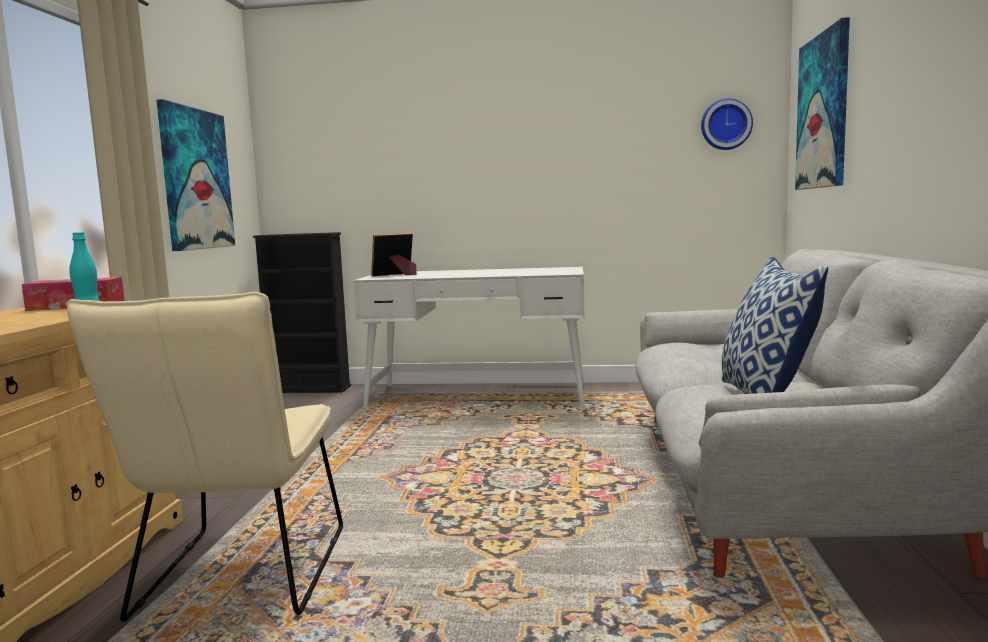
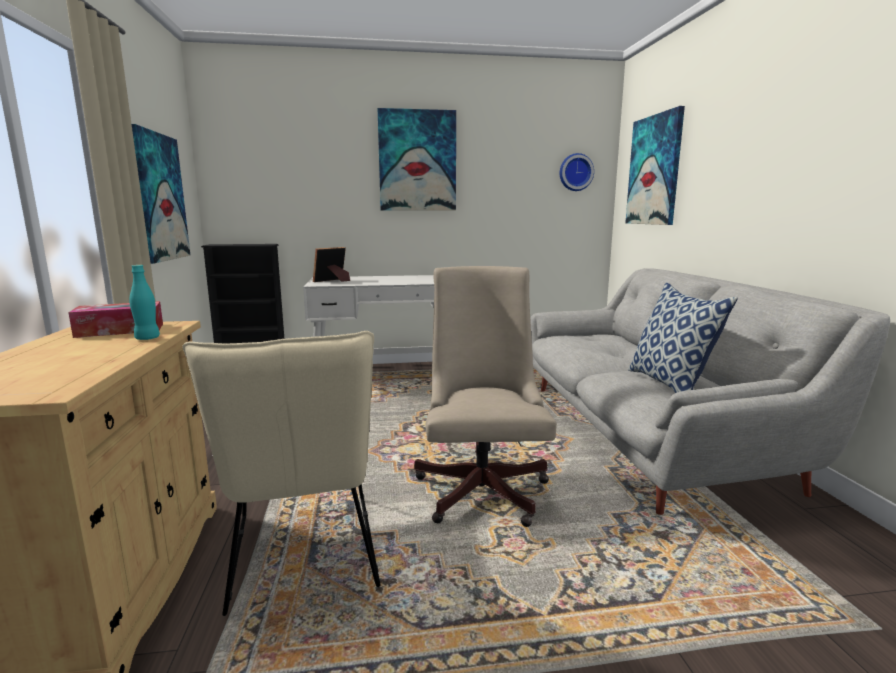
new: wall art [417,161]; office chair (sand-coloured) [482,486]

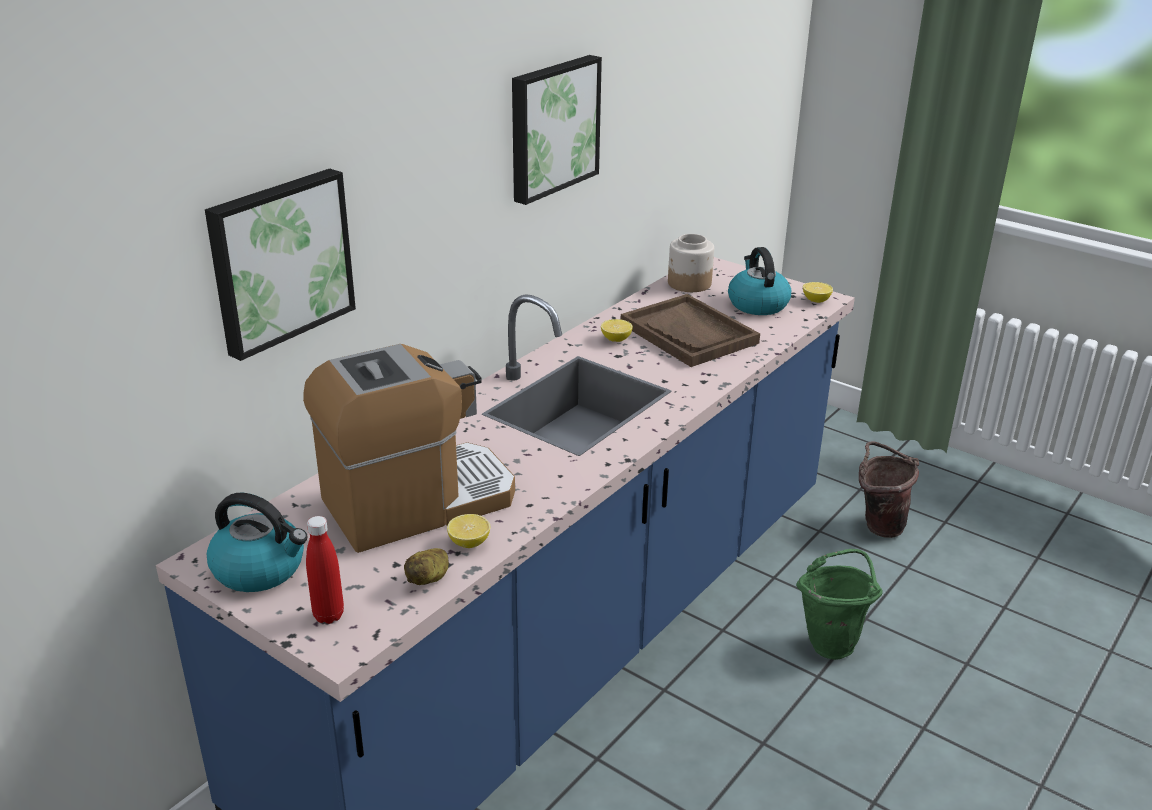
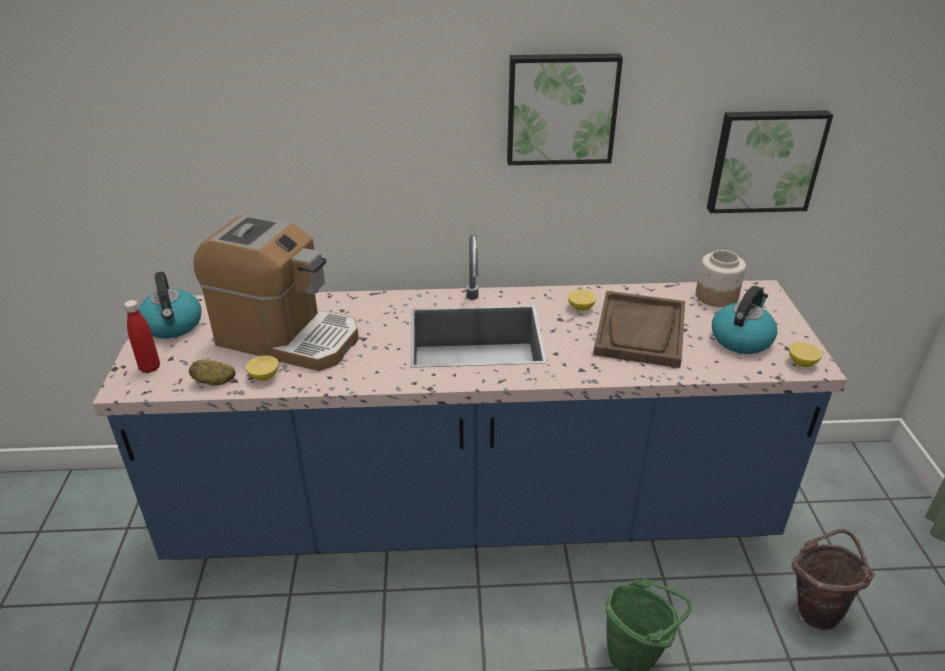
shifted: wall art [279,260] to [765,160]

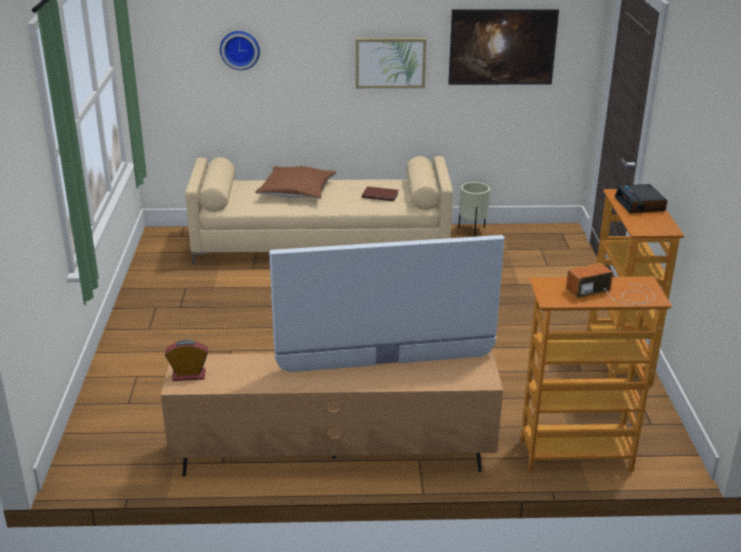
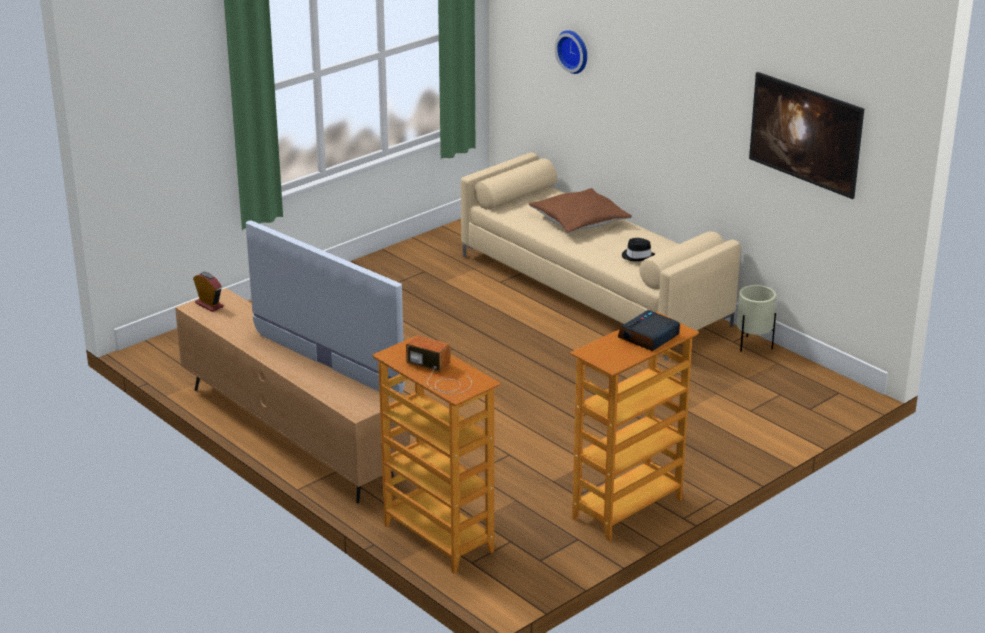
gone: wall art [390,62]
swapped: bound book (brownish) [380,195] to hat (black-coloured) [637,256]

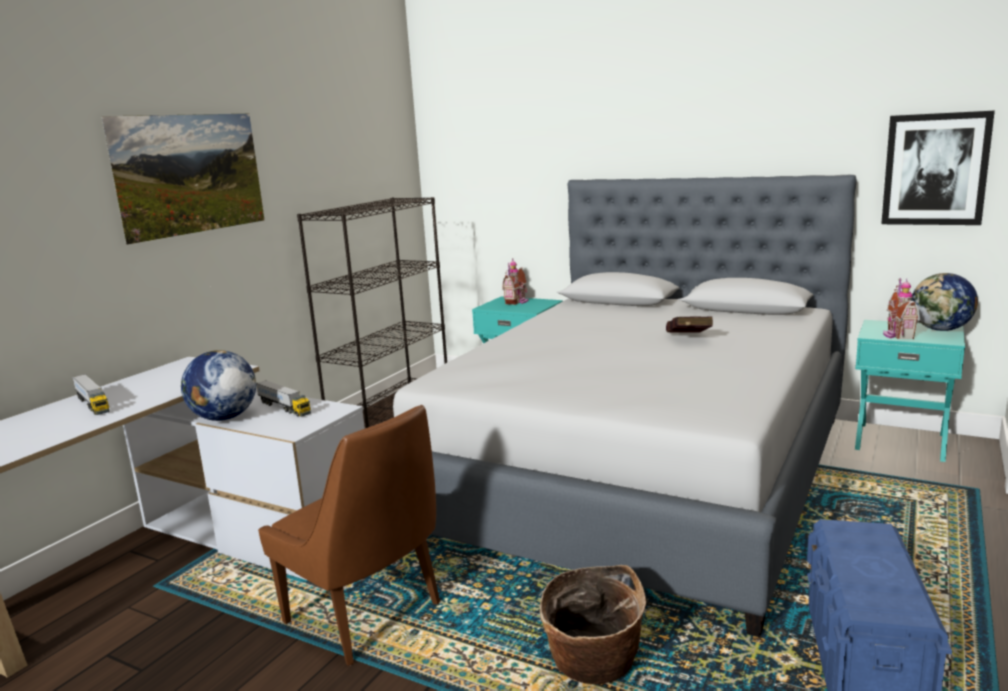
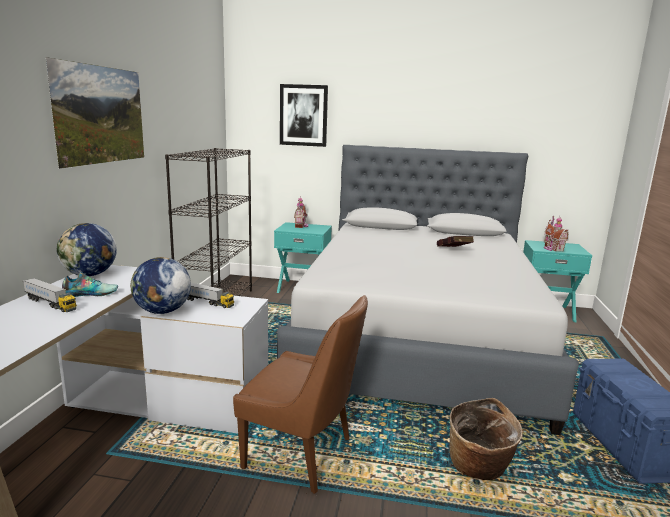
new: shoe [90,293]
shifted: wall art [935,169] to [303,115]; world globe [941,329] to [89,275]

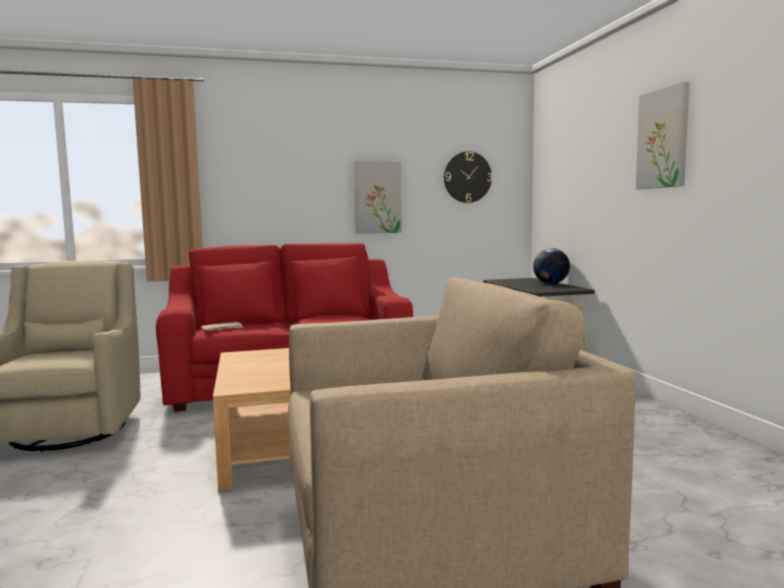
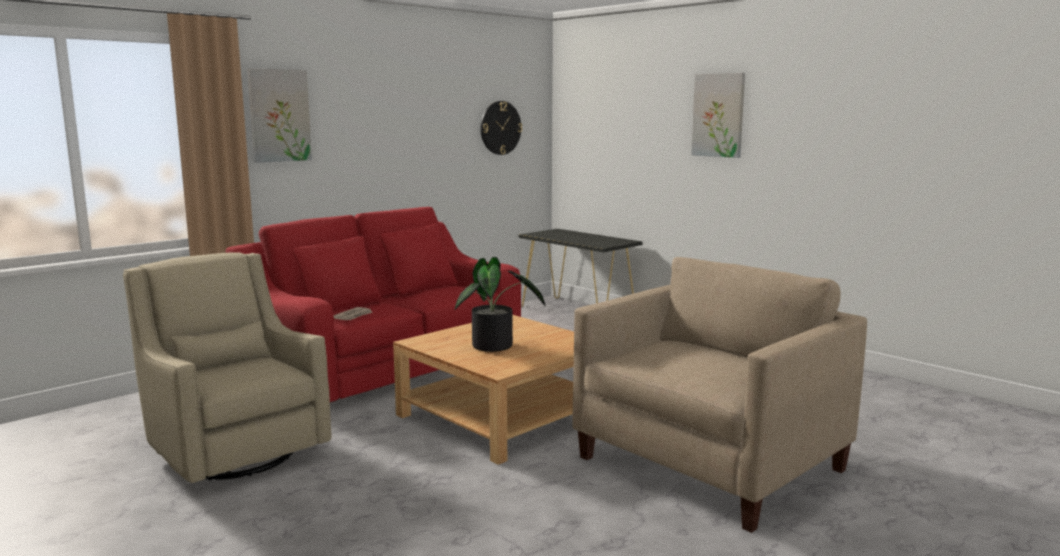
gone: world globe [550,284]
new: potted plant [497,346]
shifted: wall art [377,197] to [279,115]

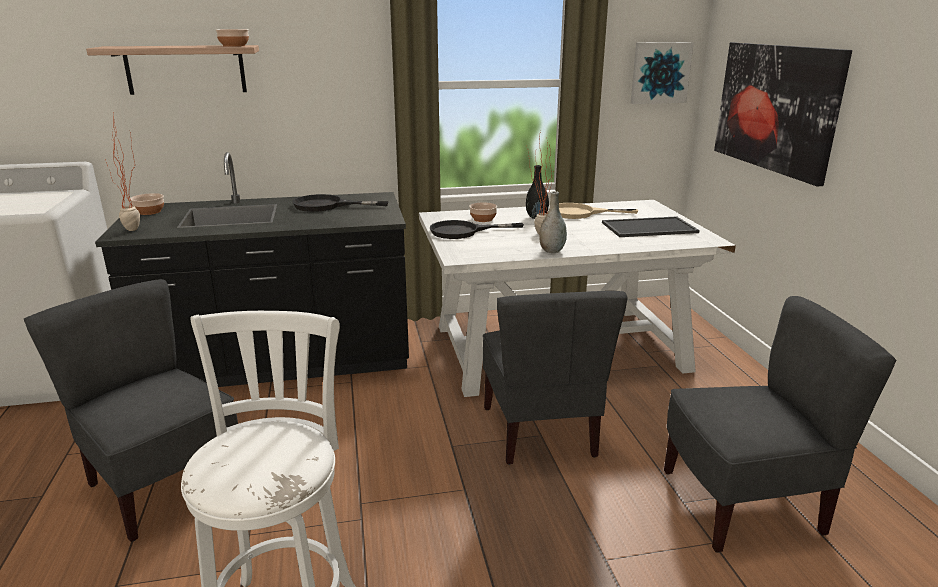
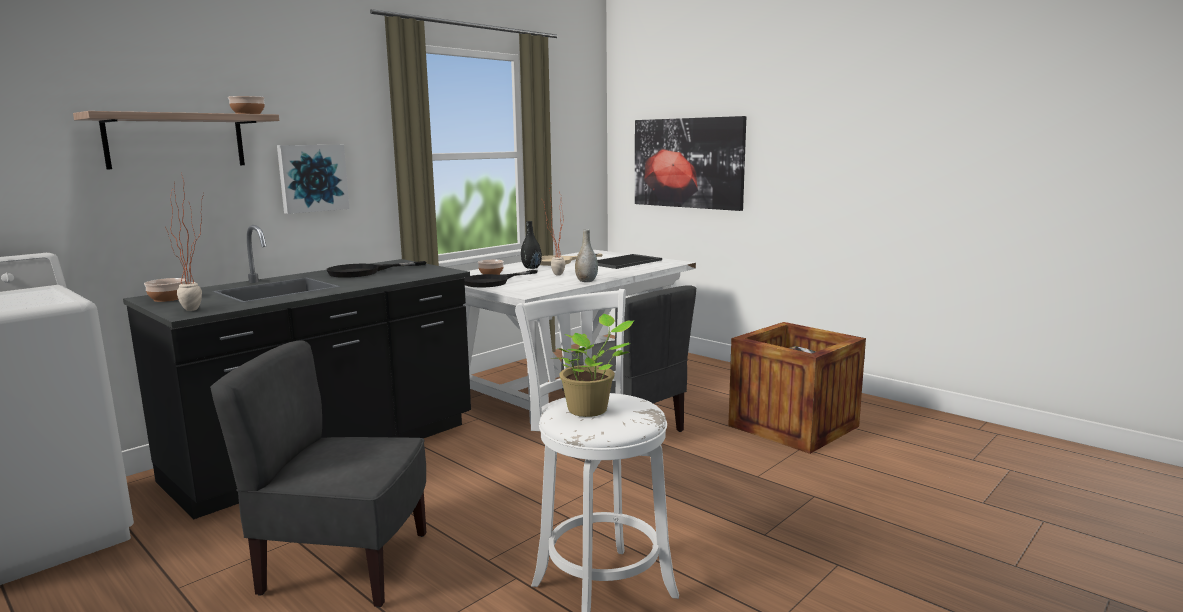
new: potted plant [591,410]
shifted: wall art [660,73] to [312,178]
swapped: chair (gray) [743,504] to shipping crate [793,426]

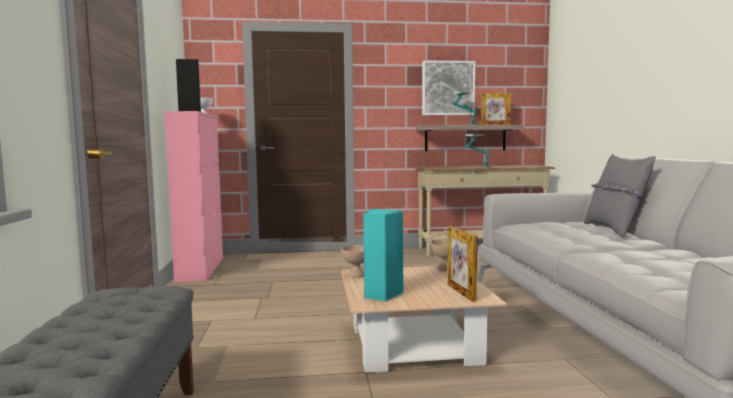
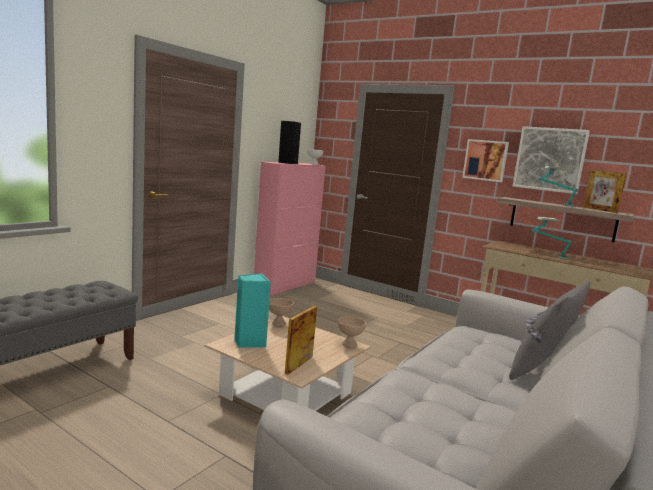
new: wall art [485,160]

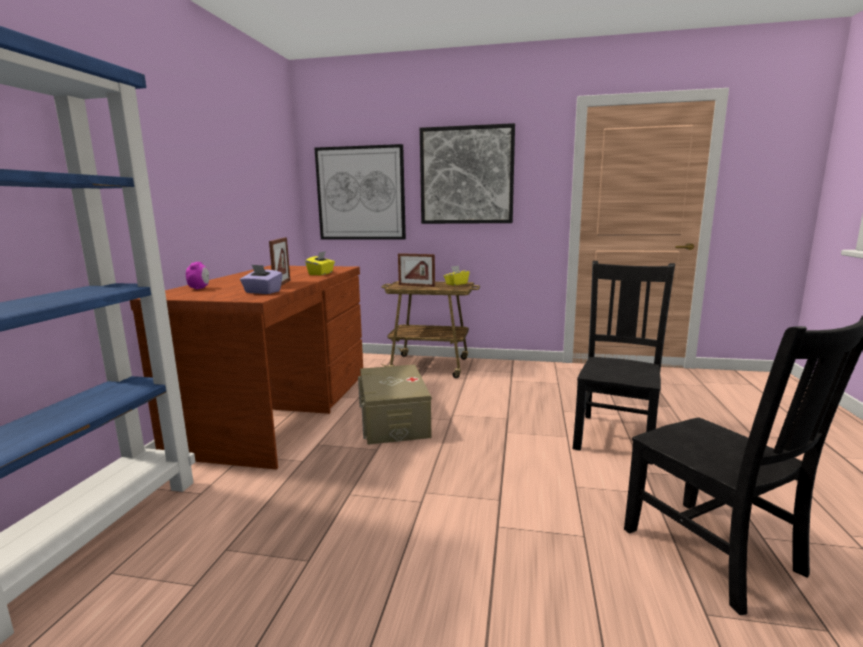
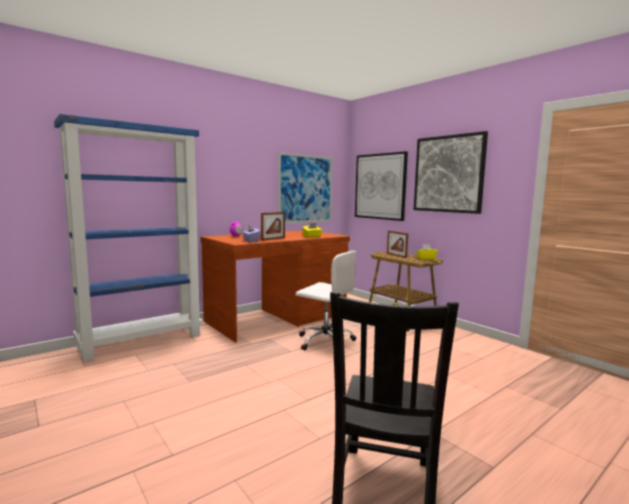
gone: chair (black-coloured) [616,435]
new: wall art [305,189]
swapped: storage box (sand-coloured) [394,420] to office chair (white-coloured) [324,341]

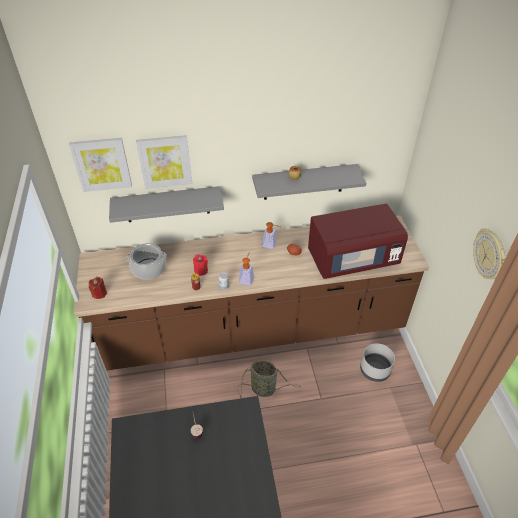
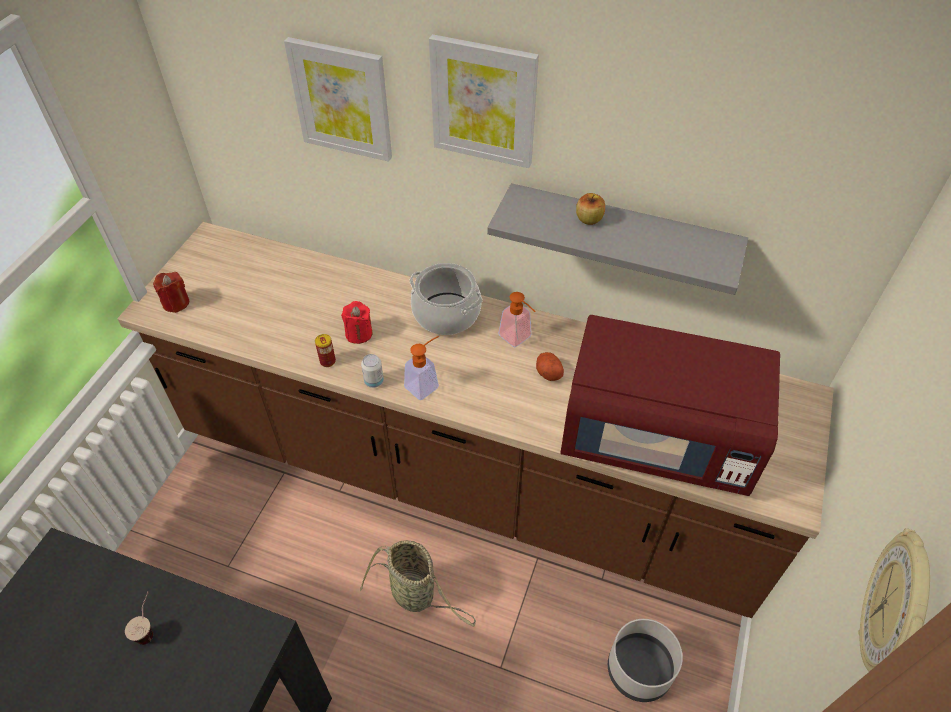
gone: wall shelf (gray) [167,204]
shifted: wall art [102,164] to [484,101]; stockpot [148,269] to [446,314]

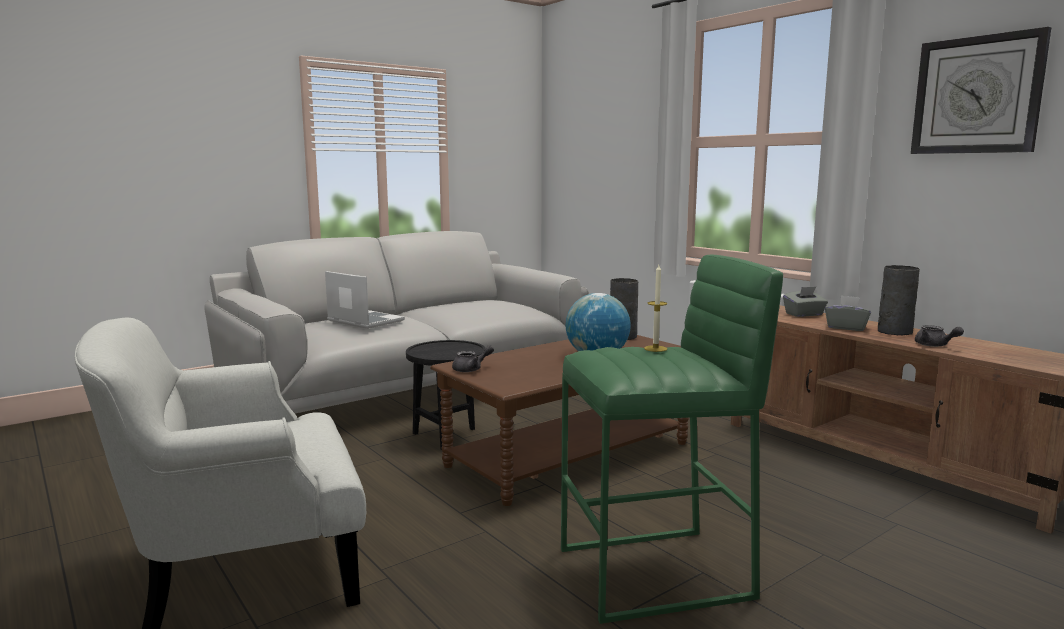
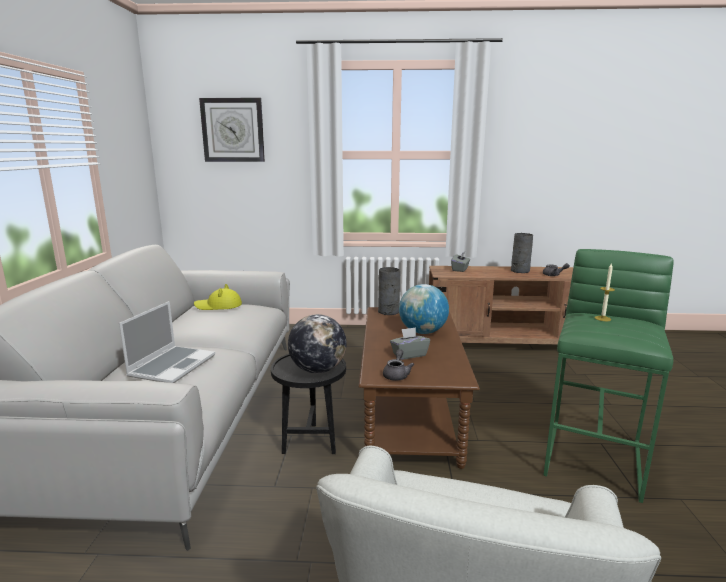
new: hat (yellowish) [218,306]; world globe [317,370]
shifted: clock on the wall [977,95] to [233,130]; tissue box (gray) [846,327] to [409,354]
rotated: laptop [364,321] = [172,365] 120 degrees clockwise

